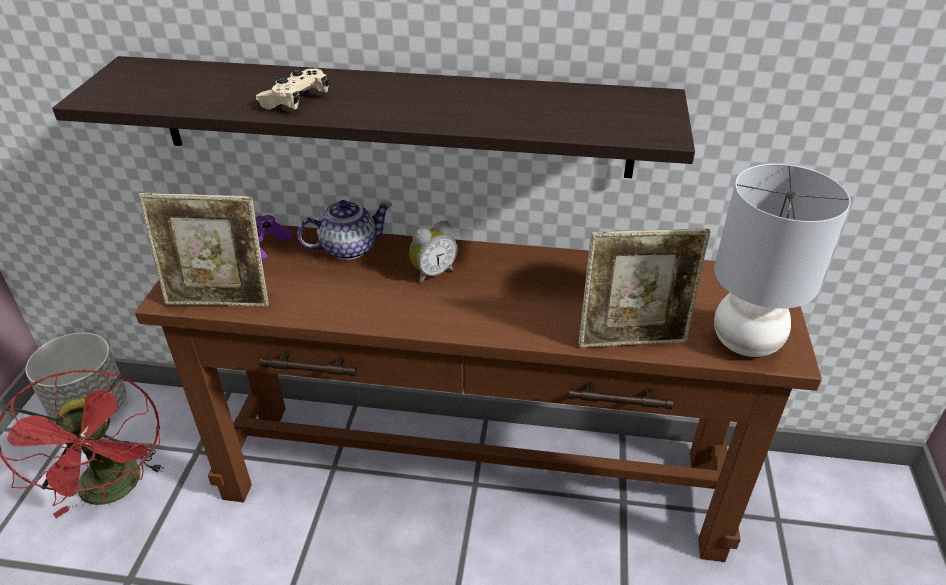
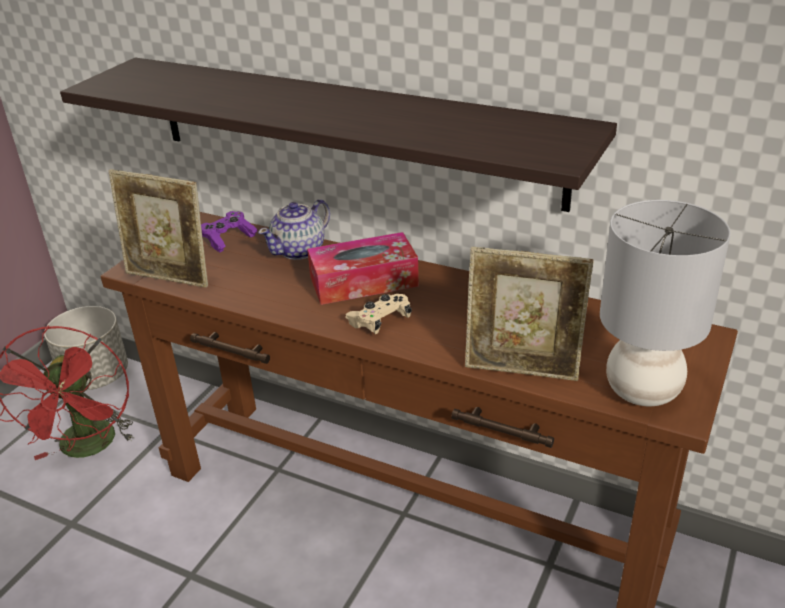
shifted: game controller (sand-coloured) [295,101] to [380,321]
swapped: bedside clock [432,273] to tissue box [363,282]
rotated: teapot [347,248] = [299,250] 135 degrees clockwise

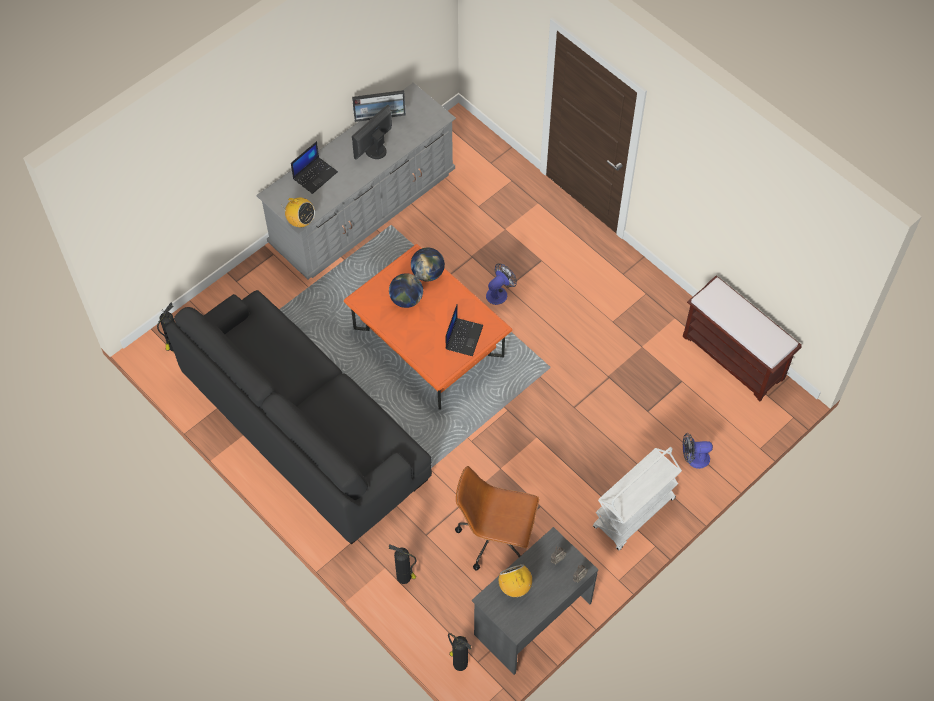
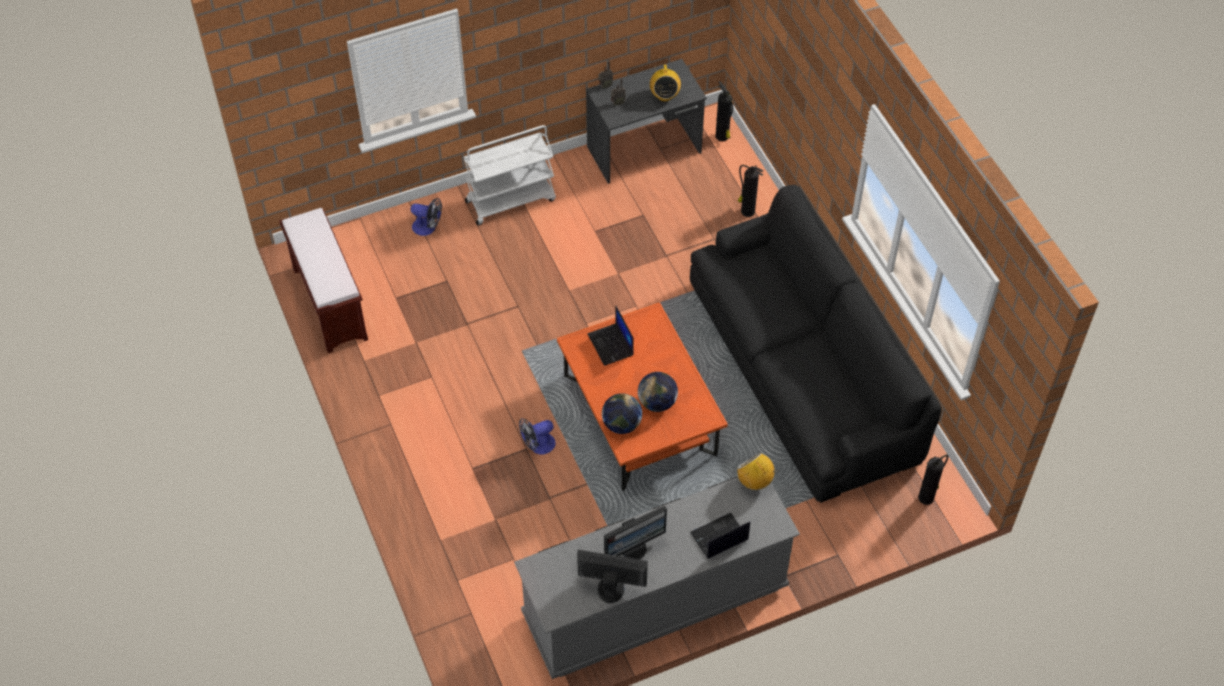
gone: office chair (brownish) [495,538]
rotated: laptop [463,336] = [611,345] 60 degrees counterclockwise

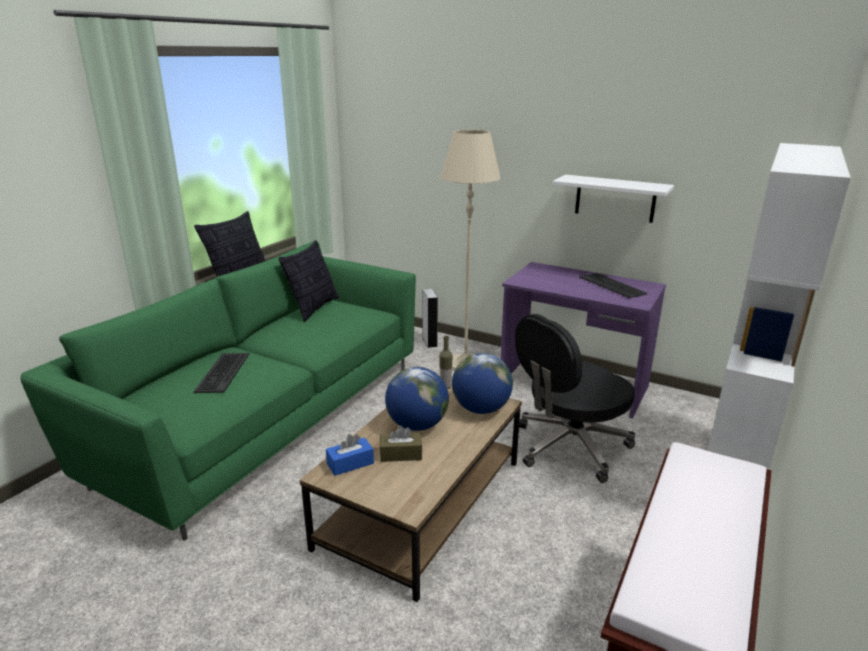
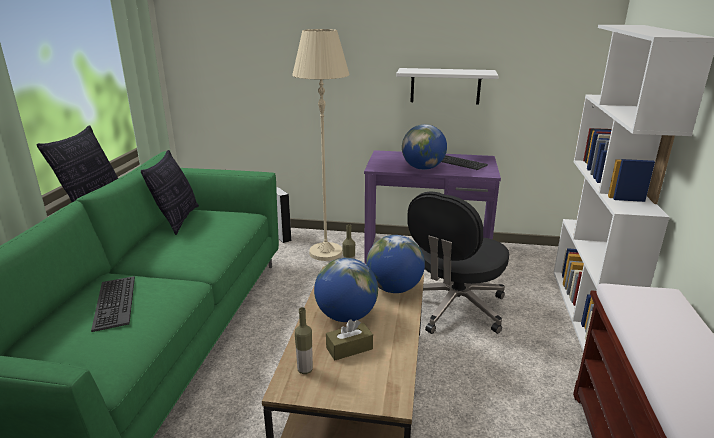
new: world globe [423,168]
swapped: tissue box (blue-coloured) [350,463] to beverage bottle [305,370]

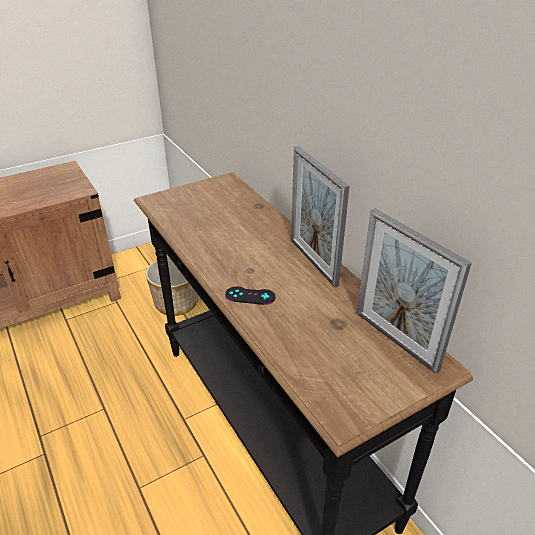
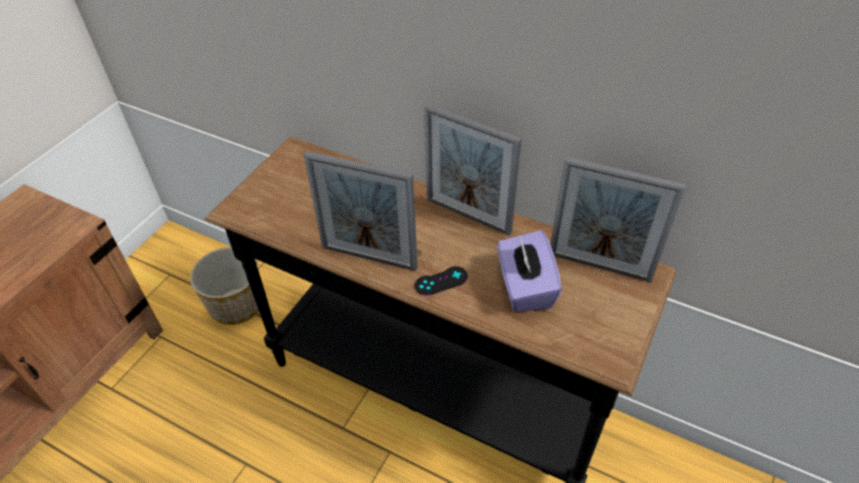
new: picture frame [369,257]; tissue box (purple) [524,287]

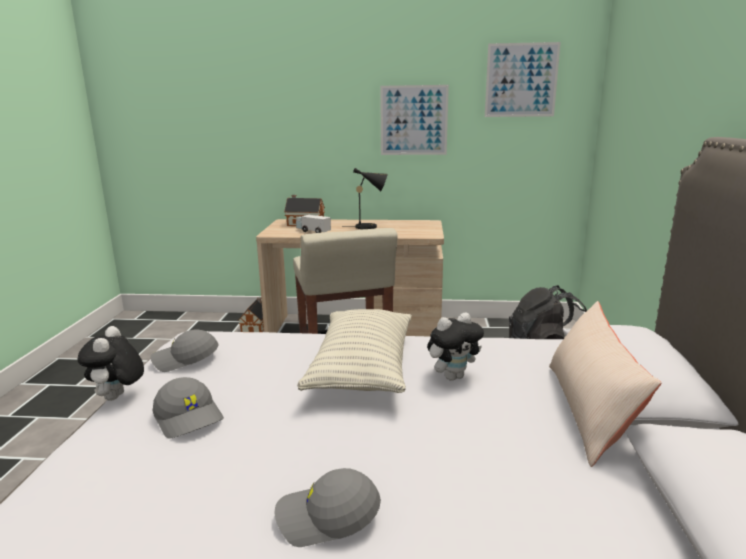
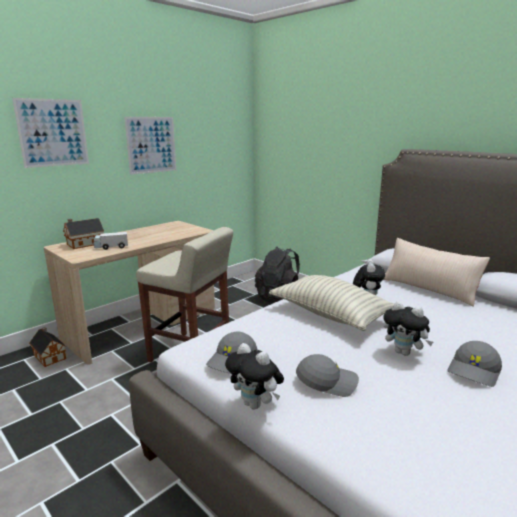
gone: table lamp (black-coloured) [369,227]
new: soft toy [404,352]
shifted: wall art [521,80] to [53,133]

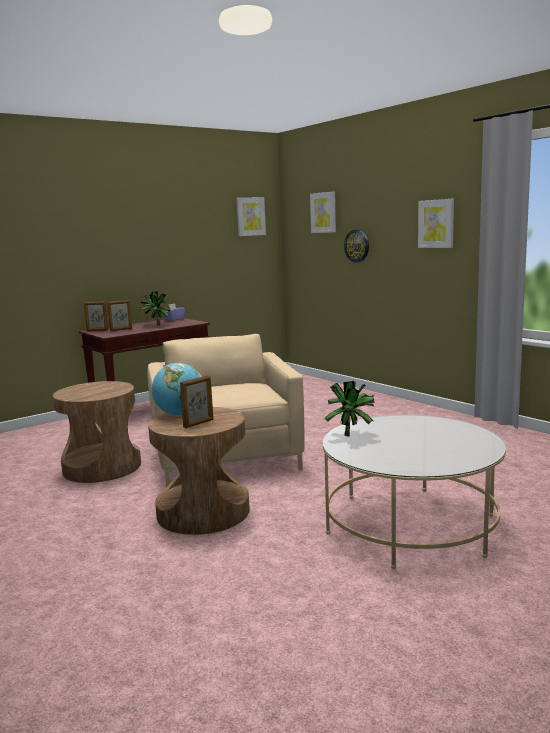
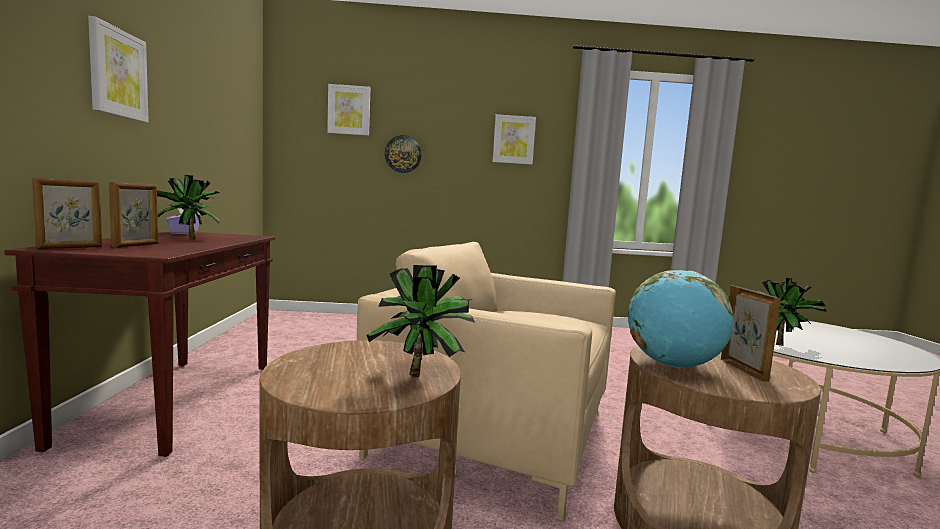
new: potted plant [422,375]
shifted: wall art [250,216] to [117,73]

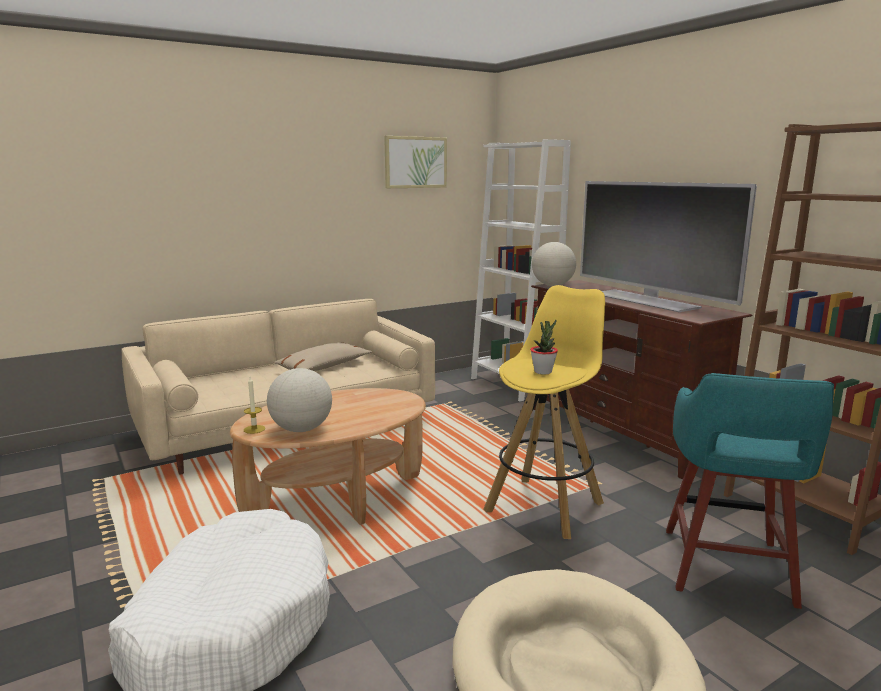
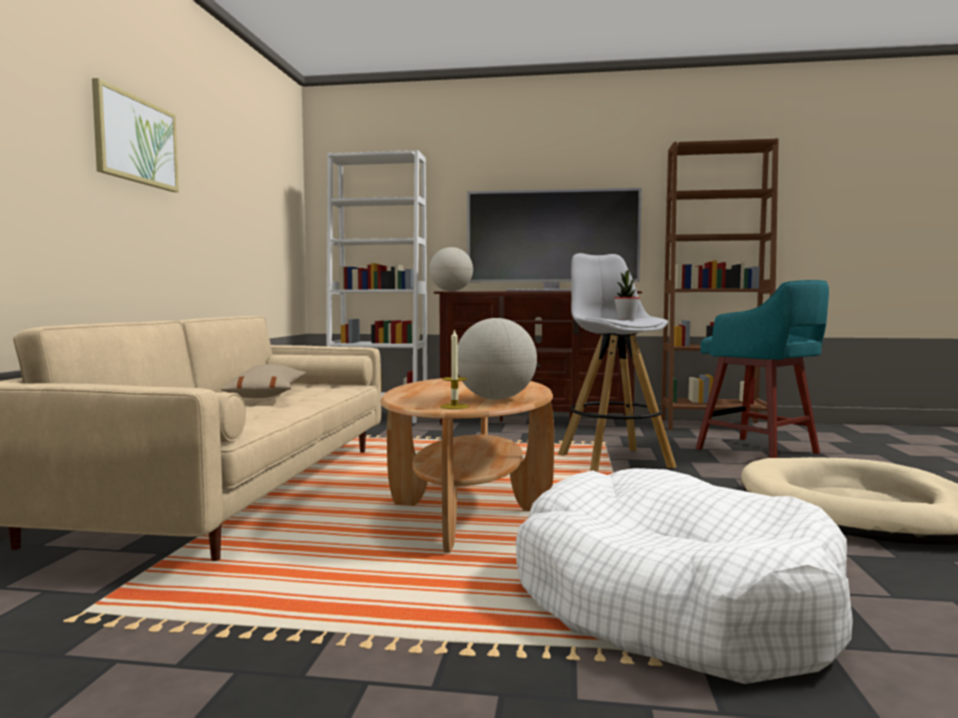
shifted: wall art [415,162] to [136,140]
repainted: stool seat (yellowish) [545,506] to stool seat (white-coloured) [613,460]

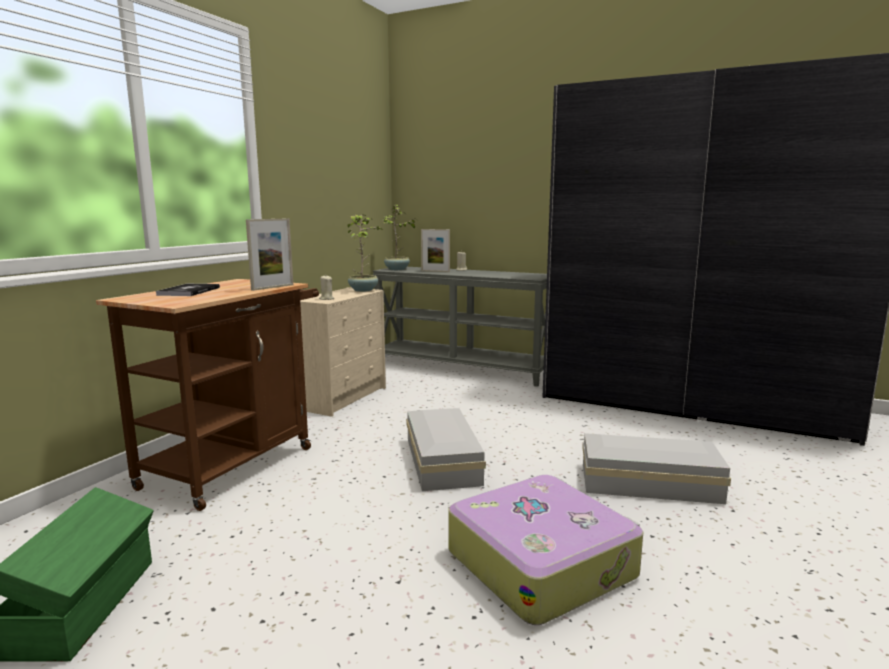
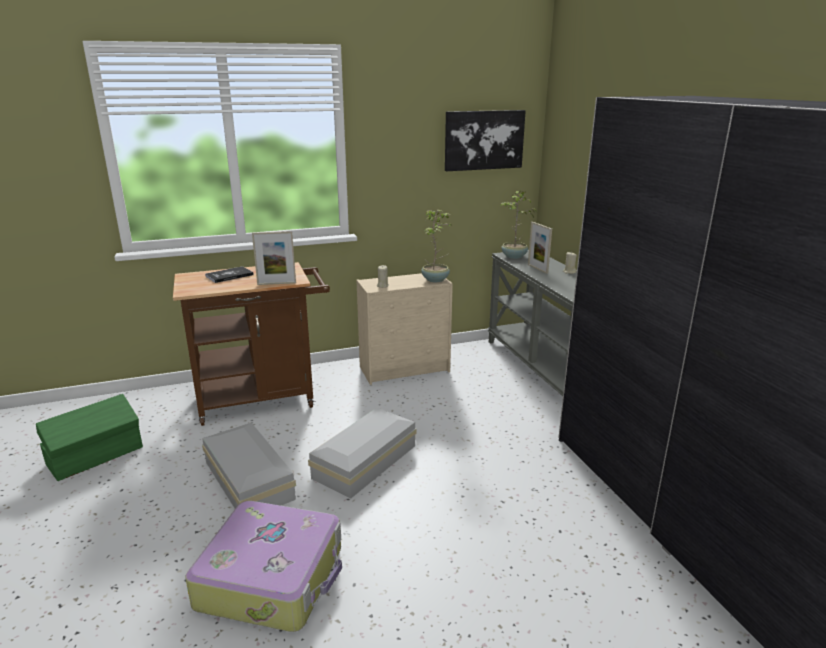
new: wall art [483,140]
shifted: storage box (white-coloured) [646,482] to [249,479]

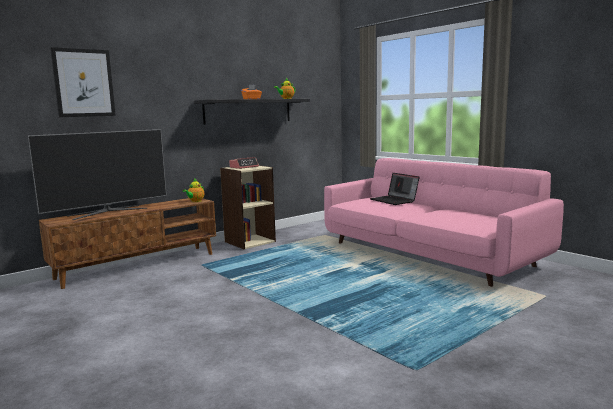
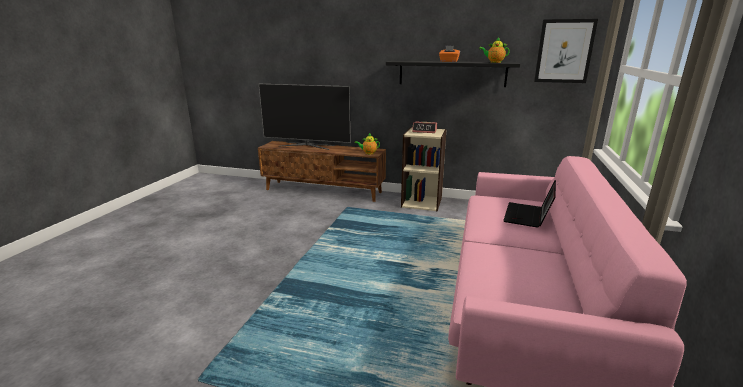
shifted: wall art [83,83] to [564,51]

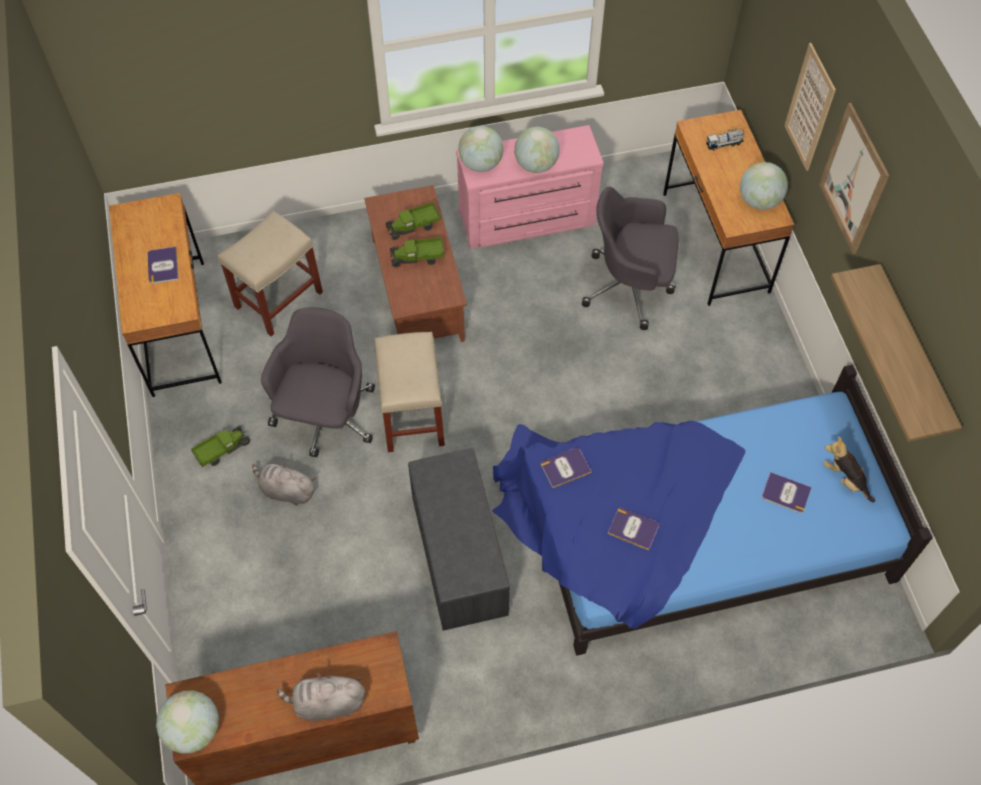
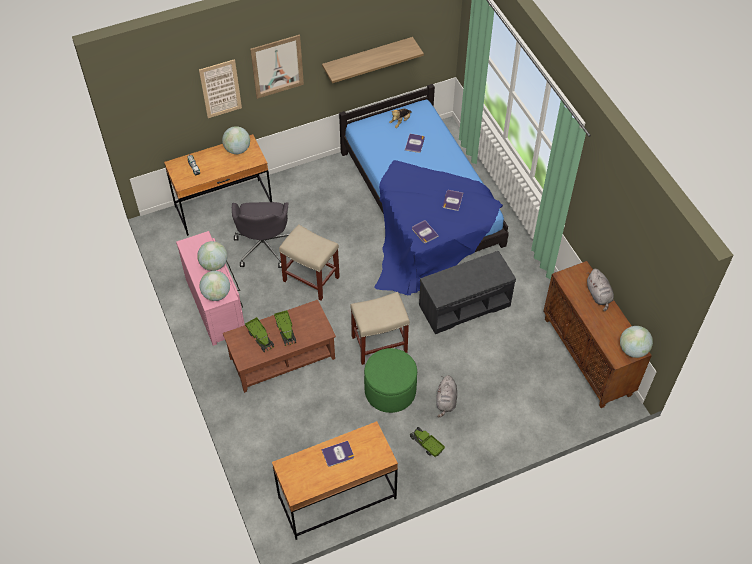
shifted: stool seat (sand-coloured) [278,300] to [312,279]
swapped: office chair (gray) [326,417] to pouffe (green) [390,391]

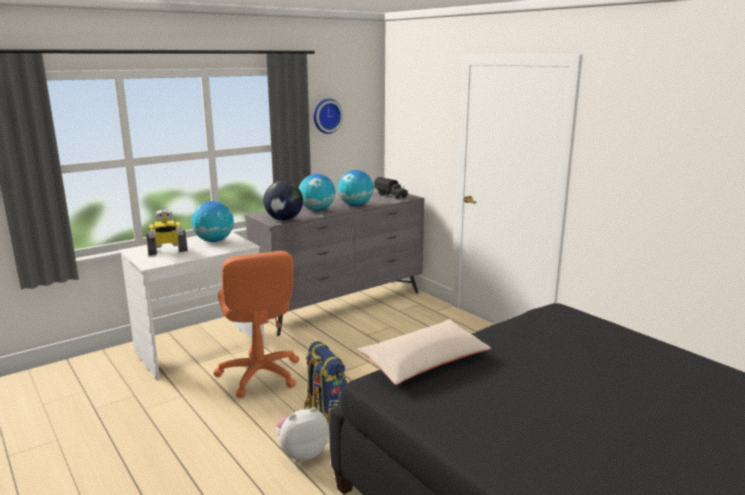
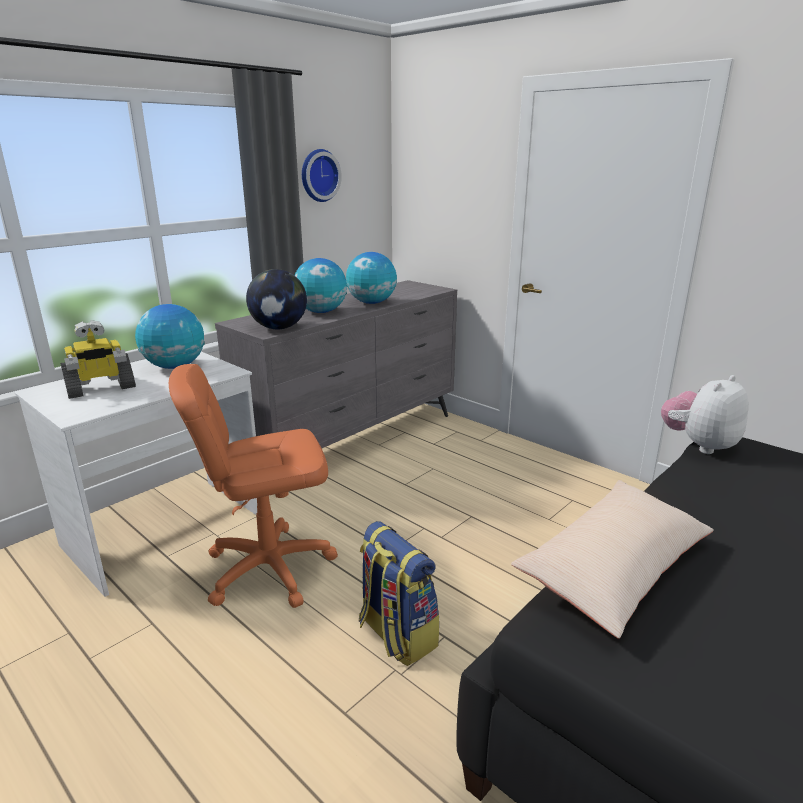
gone: model truck [391,196]
shifted: soft toy [302,453] to [699,445]
rotated: office chair (orangey) [259,374] = [269,568] 105 degrees clockwise

